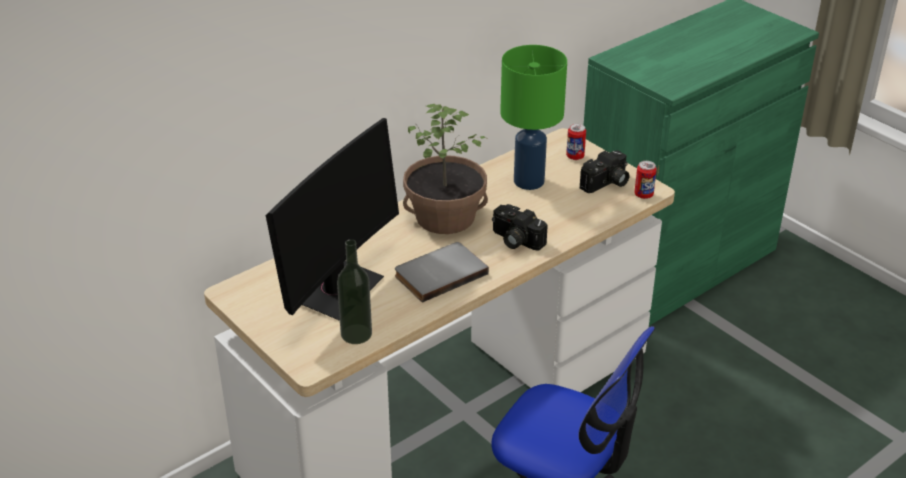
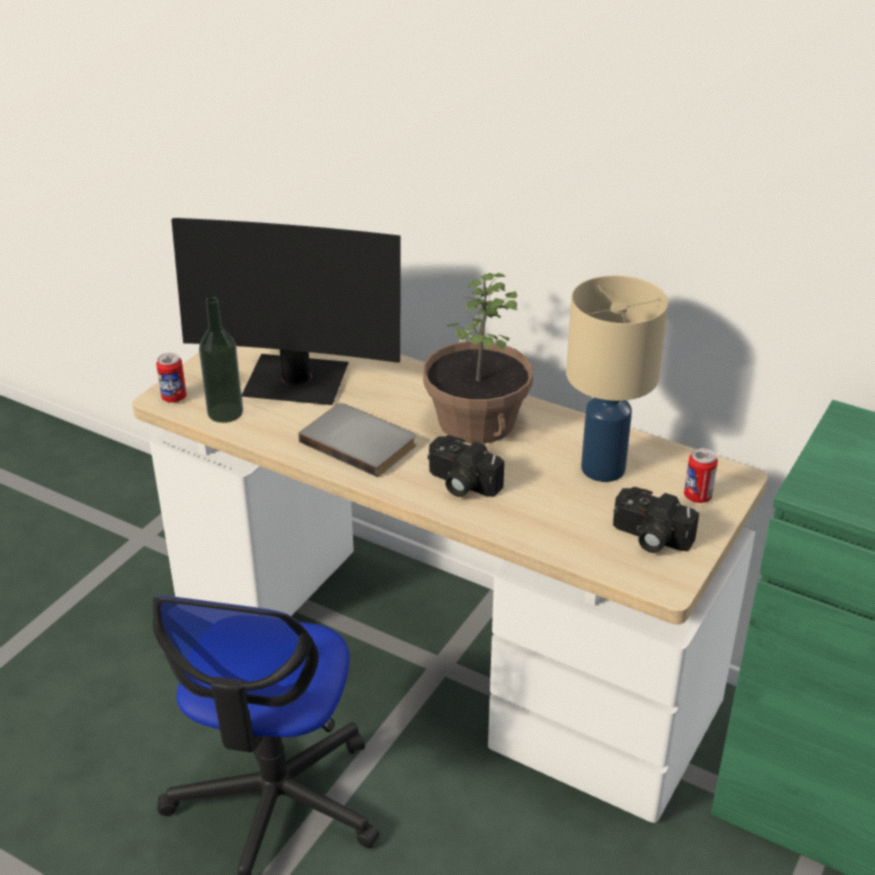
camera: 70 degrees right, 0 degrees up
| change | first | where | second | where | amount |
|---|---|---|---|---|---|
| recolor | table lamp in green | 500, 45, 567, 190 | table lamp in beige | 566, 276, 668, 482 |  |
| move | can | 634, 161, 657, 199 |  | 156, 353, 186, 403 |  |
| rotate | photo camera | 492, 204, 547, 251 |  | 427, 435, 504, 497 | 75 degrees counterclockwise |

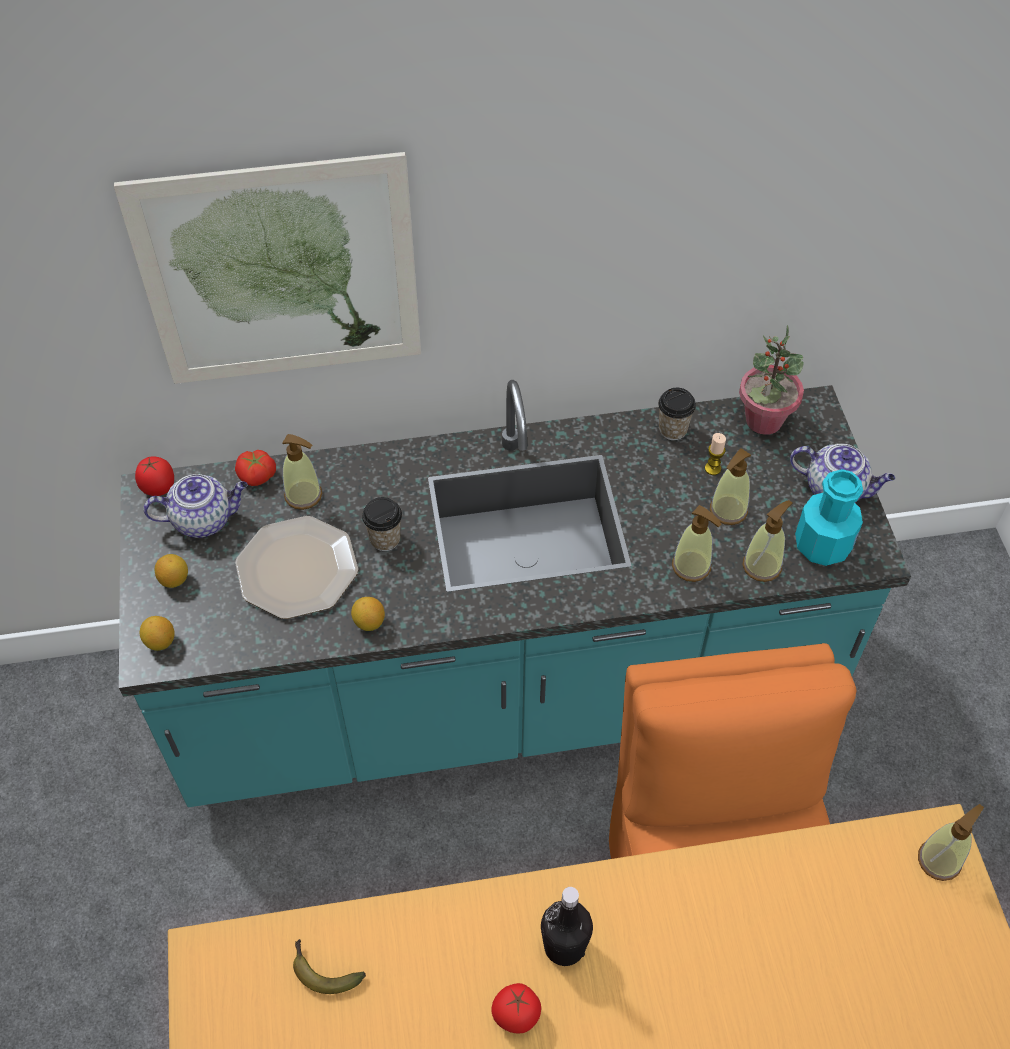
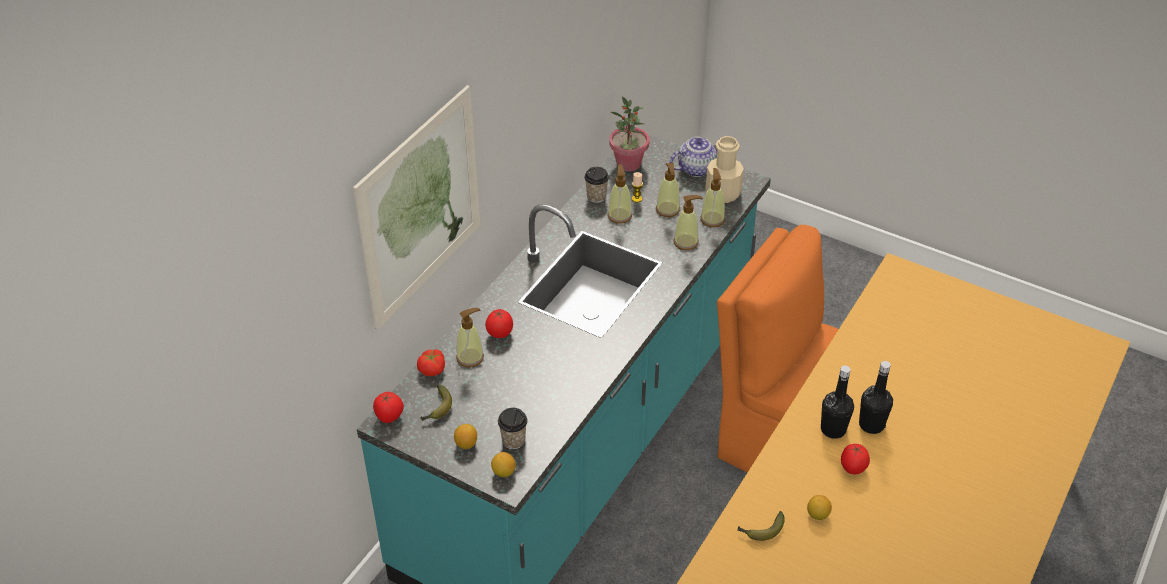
camera: 50 degrees left, 10 degrees down
| change | first | where | second | where | amount |
|---|---|---|---|---|---|
| recolor | bottle in turquoise | 795, 469, 863, 566 | bottle in beige | 705, 136, 744, 203 |  |
| replace | teapot | 143, 474, 248, 538 | banana | 421, 384, 452, 421 |  |
| move | cup | 362, 497, 402, 551 |  | 498, 408, 528, 449 |  |
| delete | plate | 235, 516, 358, 619 |  |  |  |
| move | lemon | 351, 597, 385, 631 |  | 807, 495, 832, 520 |  |
| move | soap dispenser | 918, 804, 984, 881 |  | 607, 164, 632, 224 |  |
| insert |  |  | tomato | 485, 309, 513, 338 |  |
| insert |  |  | bottle in black | 859, 361, 893, 434 |  |

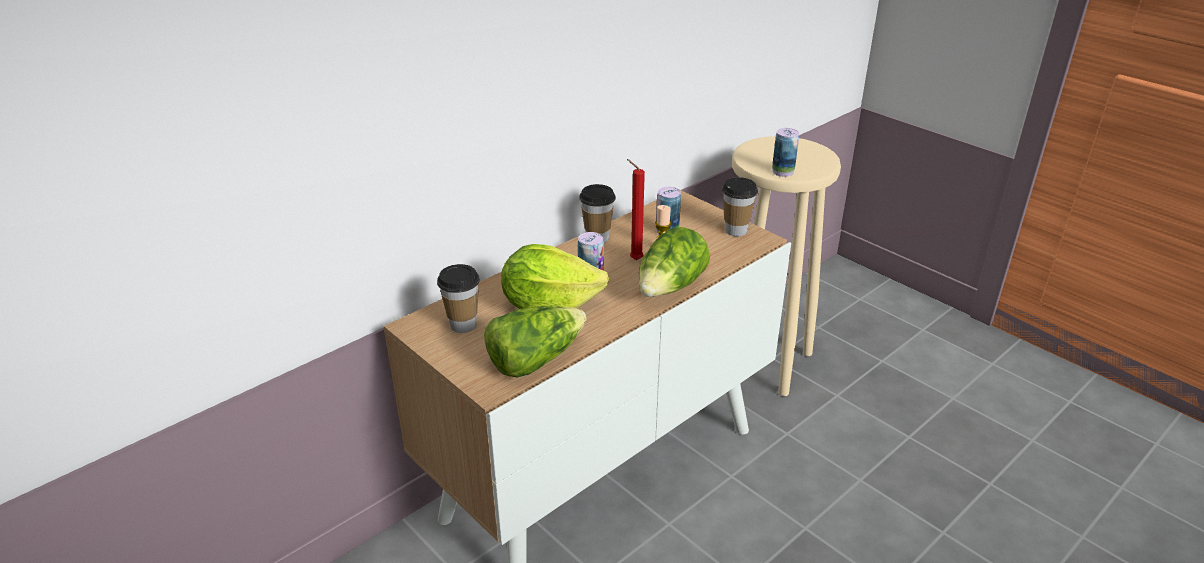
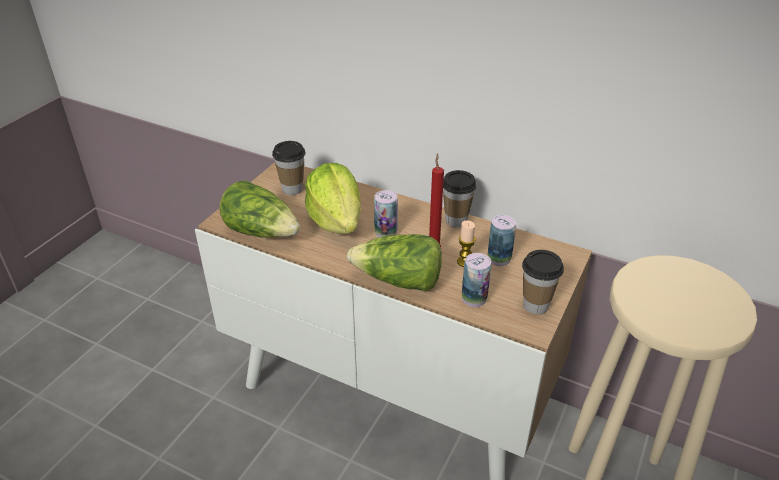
camera: 70 degrees right, 5 degrees up
| change | first | where | second | where | amount |
|---|---|---|---|---|---|
| move | can | 772, 128, 799, 177 |  | 462, 253, 491, 307 |  |

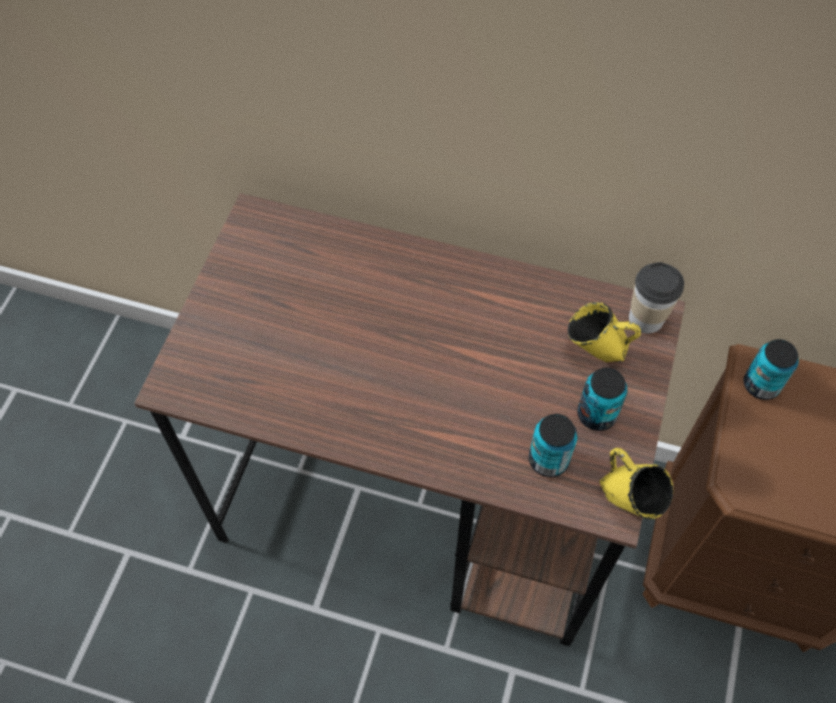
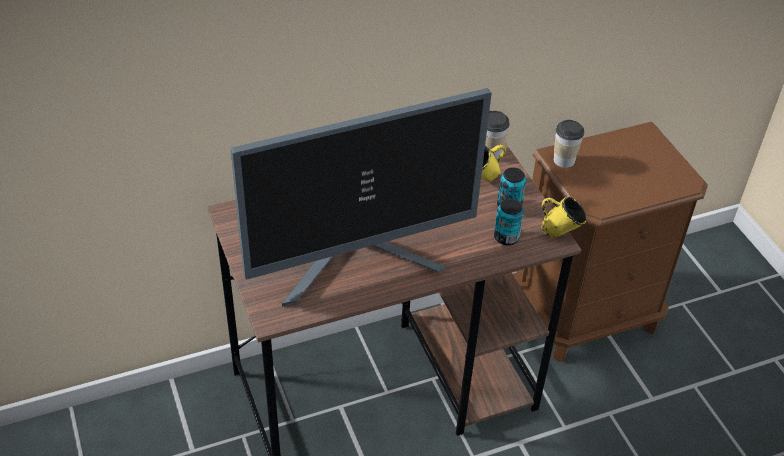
camera: 40 degrees left, 15 degrees down
| change | first | where | second | where | amount |
|---|---|---|---|---|---|
| replace | can | 743, 339, 799, 400 | cup | 554, 120, 584, 168 |  |
| insert |  |  | monitor | 230, 88, 492, 307 |  |

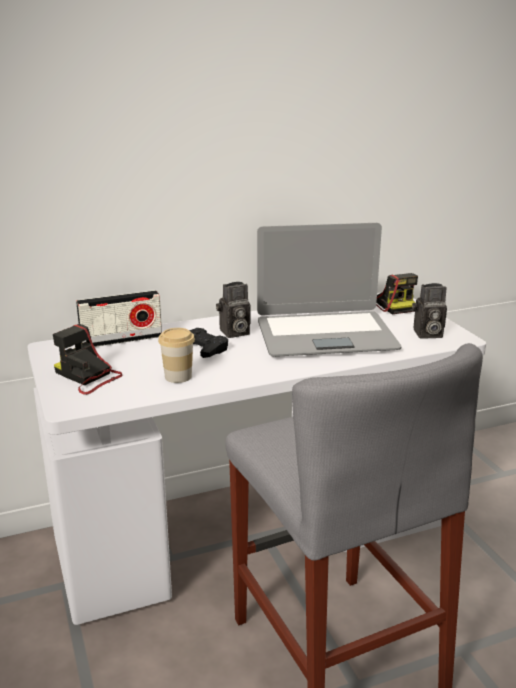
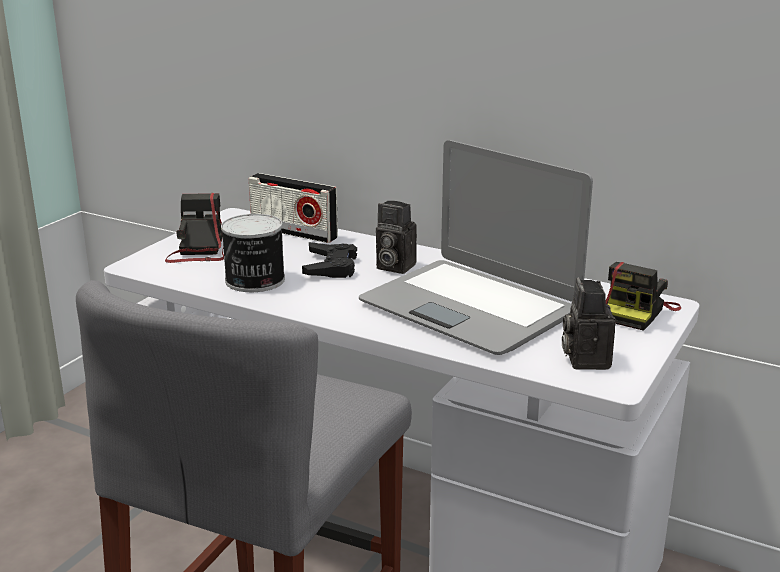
camera: 50 degrees right, 0 degrees up
| change | first | where | second | where | amount |
|---|---|---|---|---|---|
| rotate | photo camera | 412, 283, 447, 339 |  | 562, 278, 616, 370 | 45 degrees clockwise |
| replace | cup | 158, 328, 195, 383 | can | 221, 214, 285, 292 |  |

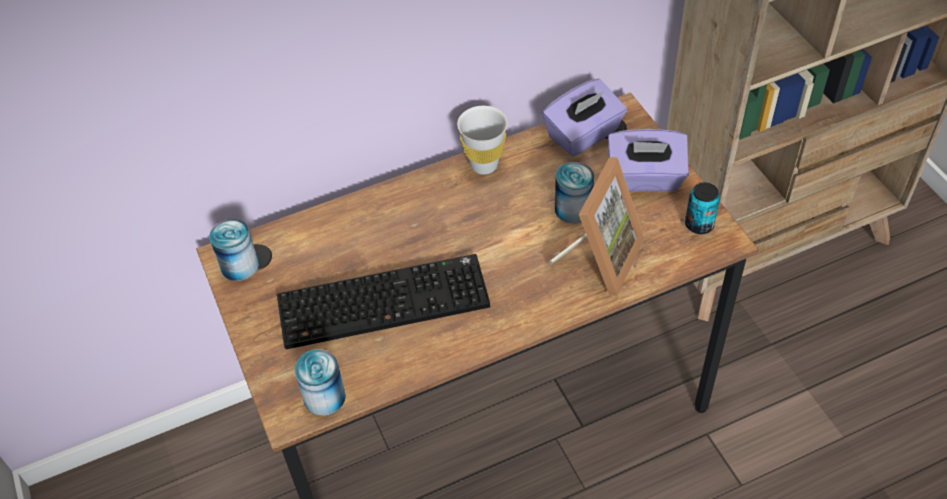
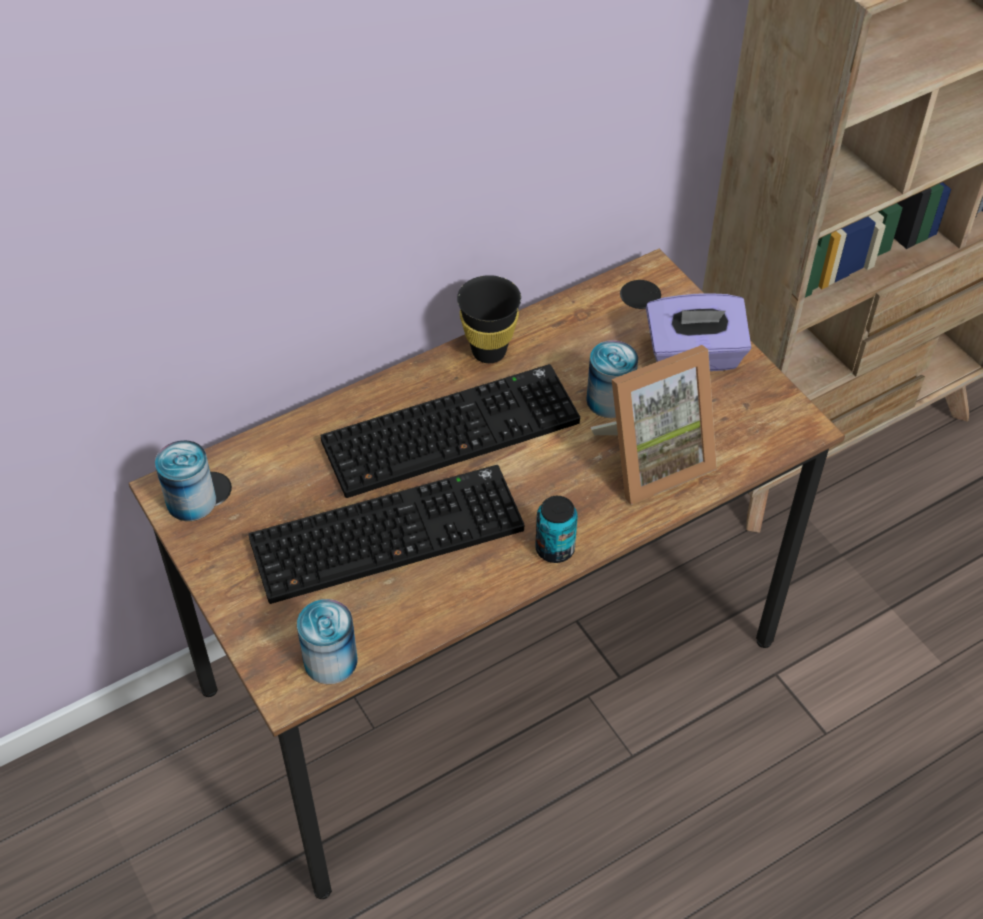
camera: 10 degrees left, 0 degrees up
| change | first | where | second | where | amount |
|---|---|---|---|---|---|
| delete | tissue box in purple | 542, 79, 627, 156 |  |  |  |
| recolor | cup in white | 457, 106, 508, 175 | cup in black | 457, 275, 521, 363 |  |
| rotate | picture frame | 547, 157, 645, 296 |  | 591, 345, 717, 505 | 45 degrees clockwise |
| move | can | 685, 182, 720, 234 |  | 535, 496, 578, 563 |  |
| insert |  |  | keyboard | 321, 364, 580, 498 |  |

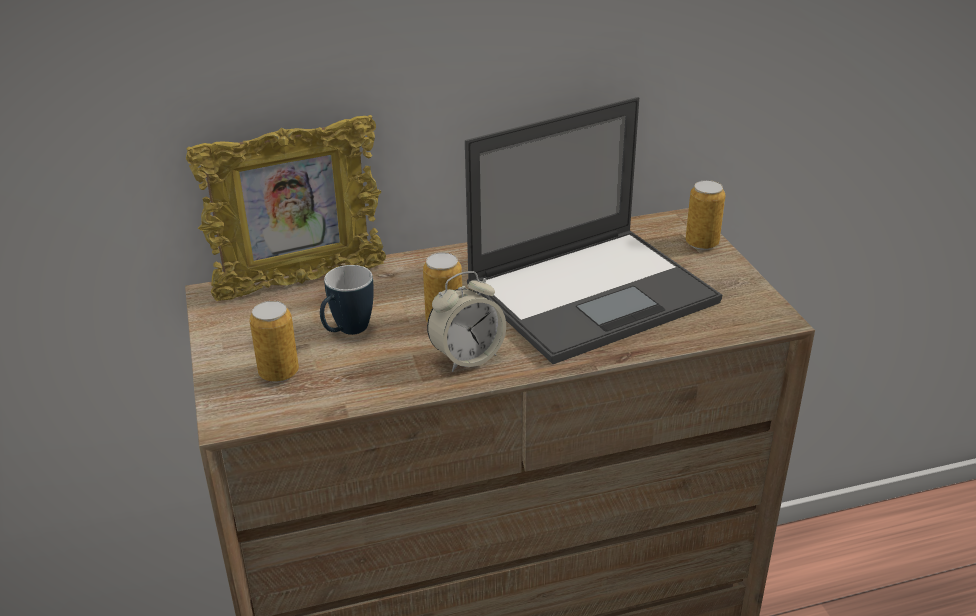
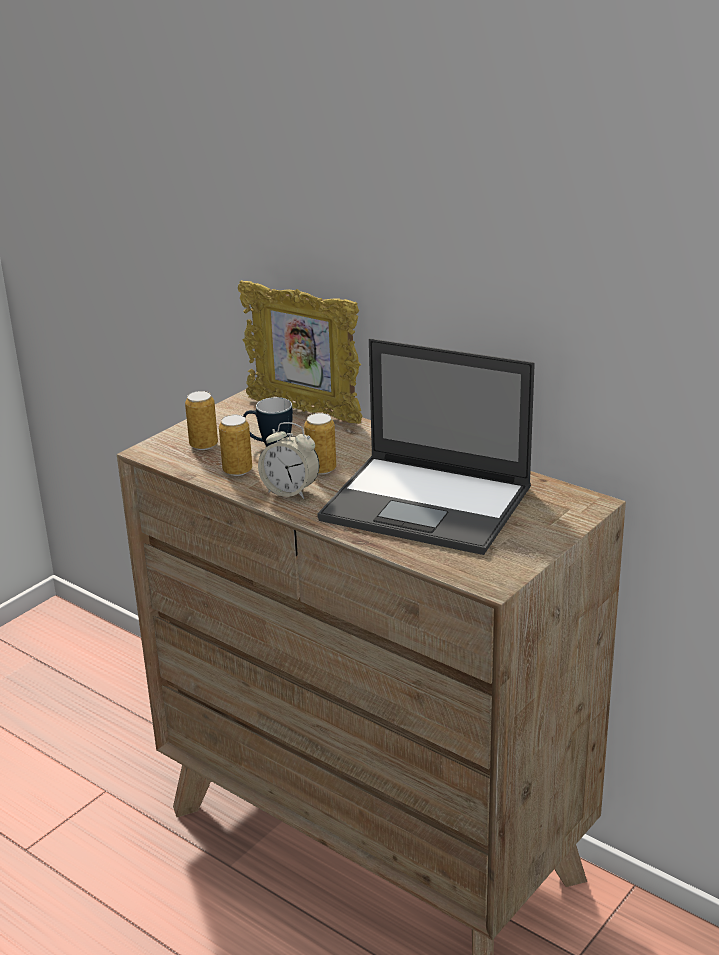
camera: 55 degrees right, 5 degrees down
| change | first | where | second | where | amount |
|---|---|---|---|---|---|
| move | can | 686, 180, 726, 250 |  | 219, 415, 252, 476 |  |

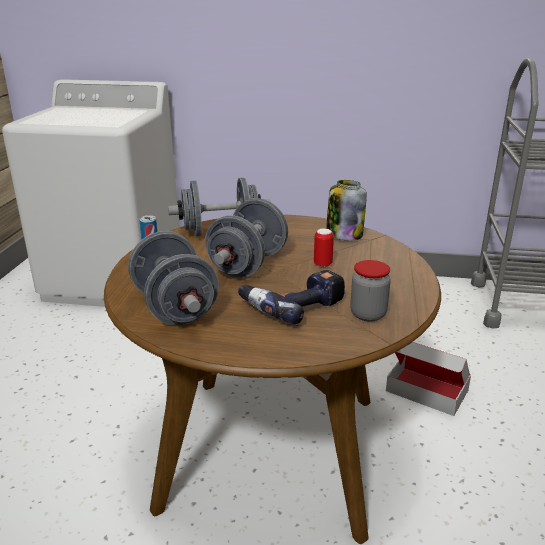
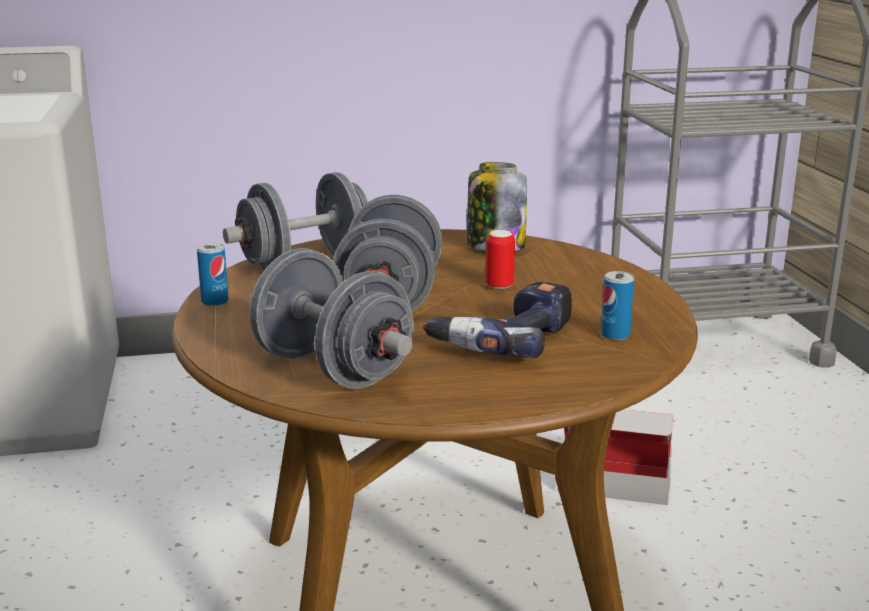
camera: 20 degrees left, 5 degrees down
| change | first | where | second | where | amount |
|---|---|---|---|---|---|
| replace | jar | 350, 260, 391, 322 | can | 601, 271, 634, 340 |  |

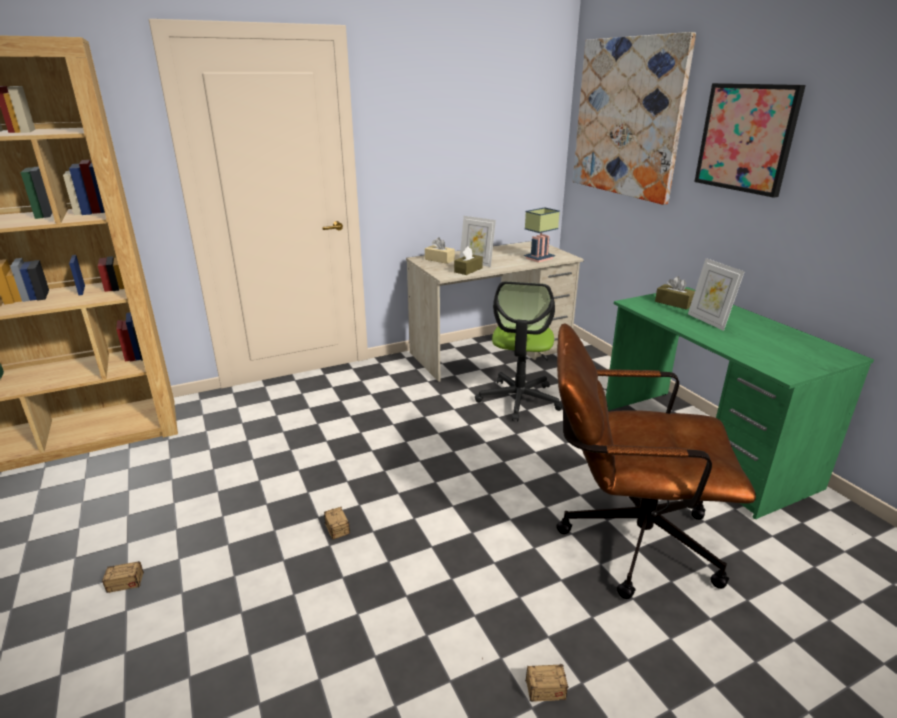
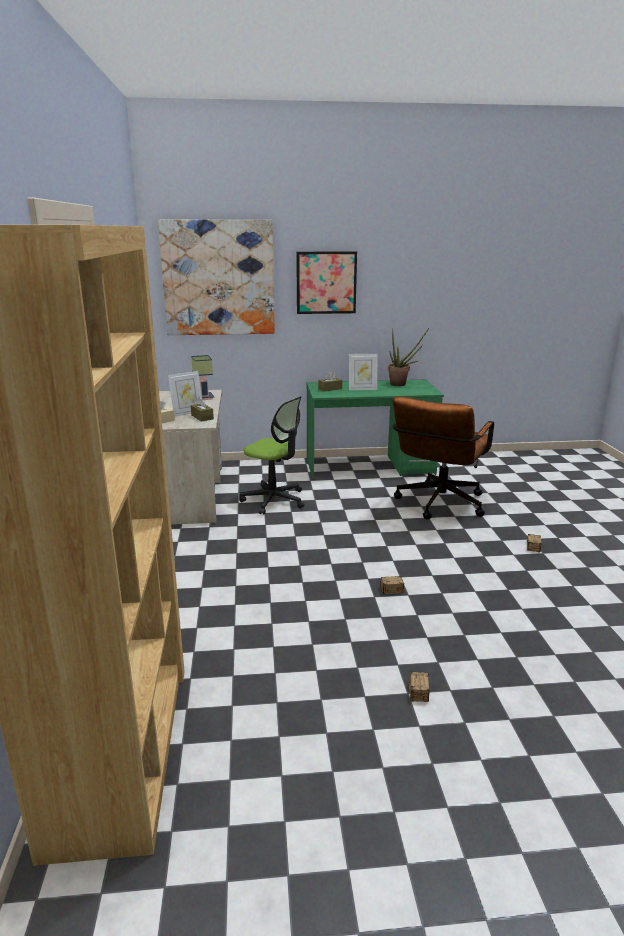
camera: 70 degrees left, 5 degrees down
| change | first | where | second | where | amount |
|---|---|---|---|---|---|
| insert |  |  | potted plant | 388, 328, 429, 386 |  |

